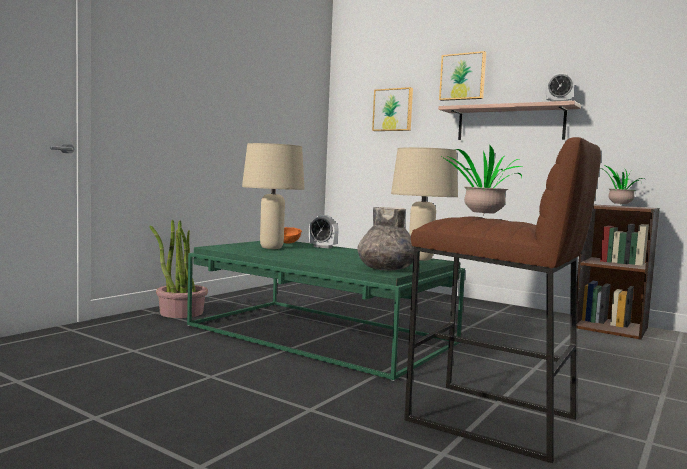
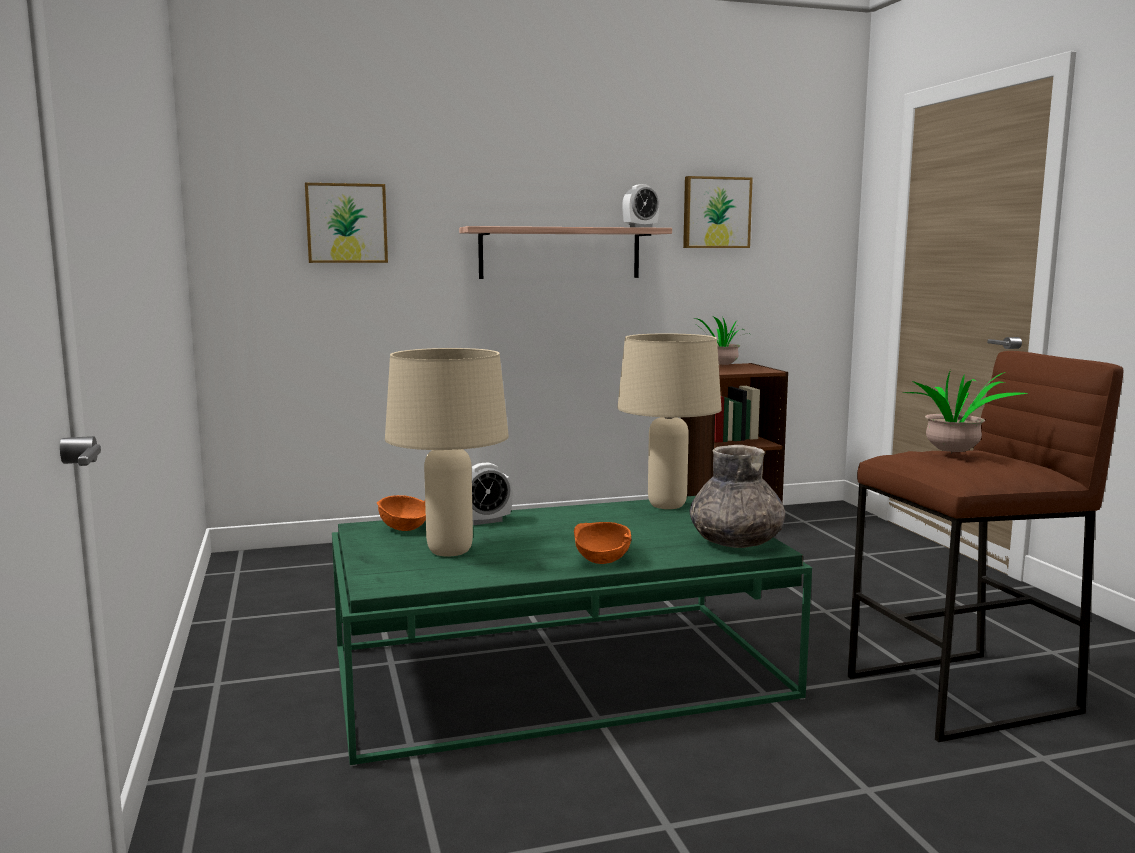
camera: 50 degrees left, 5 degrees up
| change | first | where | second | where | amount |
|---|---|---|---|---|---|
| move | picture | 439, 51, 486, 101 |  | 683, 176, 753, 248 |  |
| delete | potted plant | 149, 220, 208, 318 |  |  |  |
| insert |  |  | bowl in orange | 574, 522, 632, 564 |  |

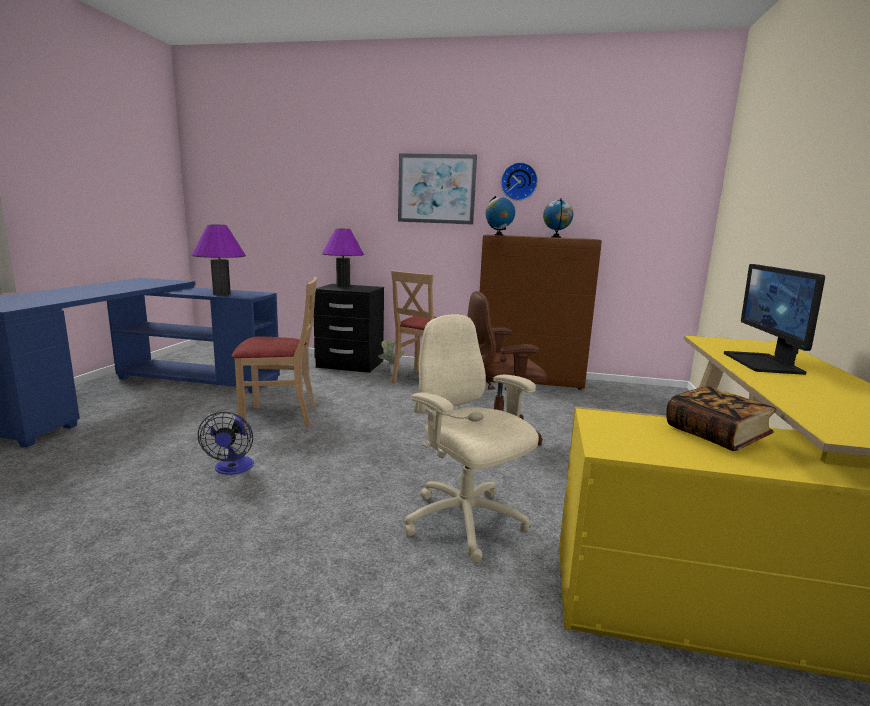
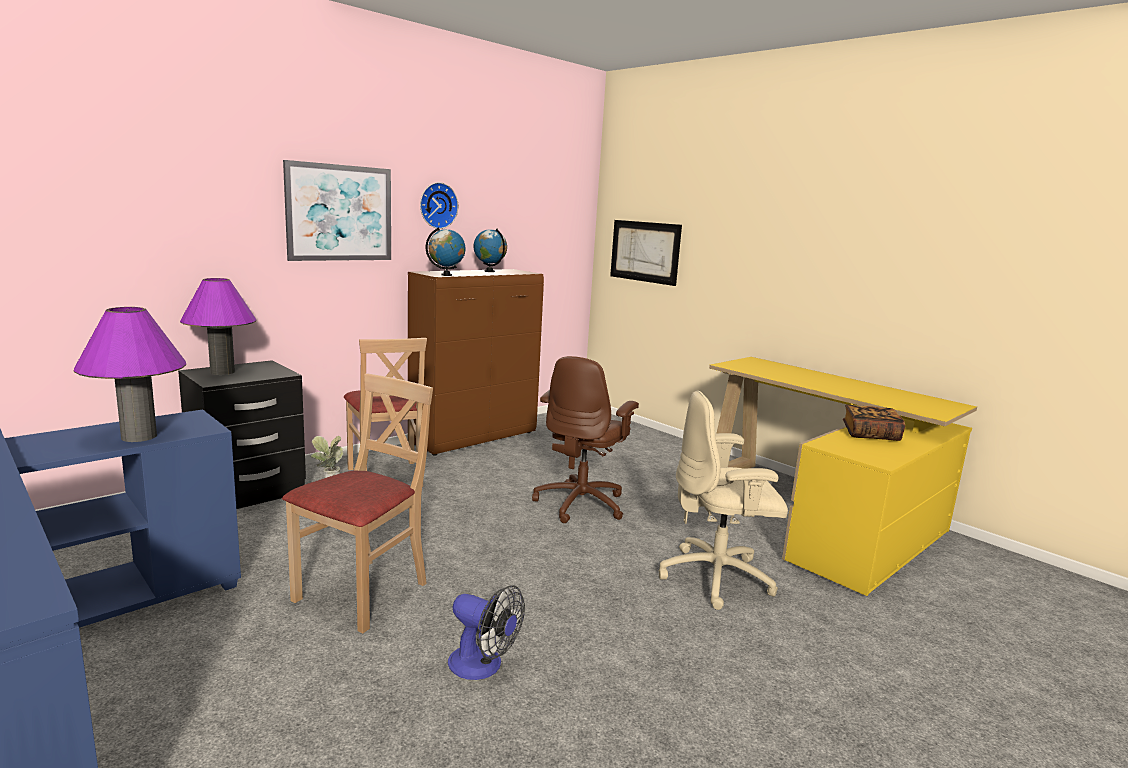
camera: 55 degrees left, 0 degrees up
| change | first | where | second | where | amount |
|---|---|---|---|---|---|
| delete | monitor | 724, 264, 825, 375 |  |  |  |
| insert |  |  | picture | 610, 220, 682, 286 |  |

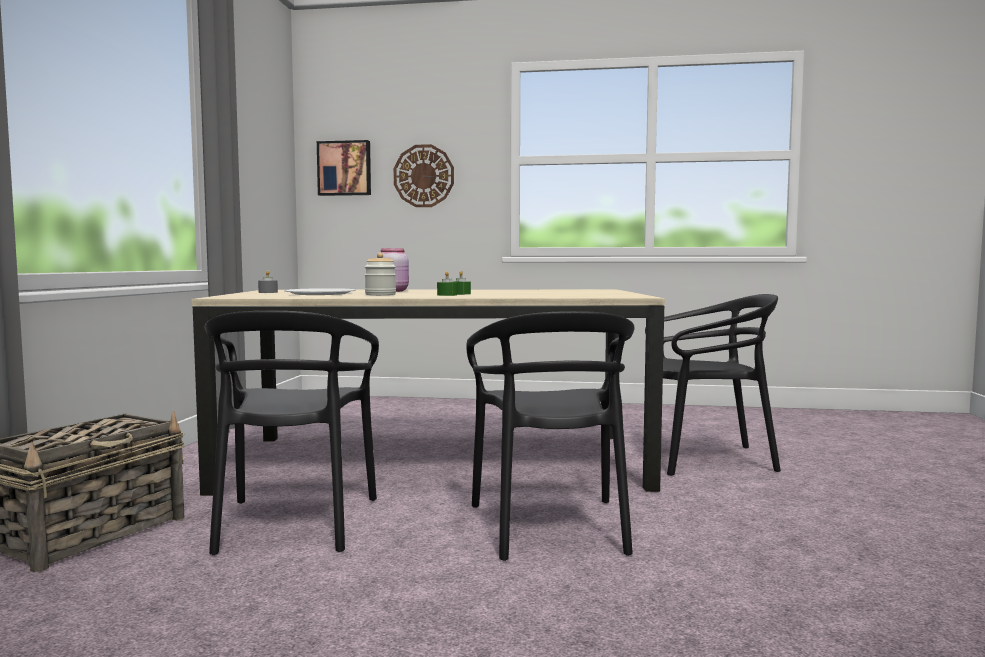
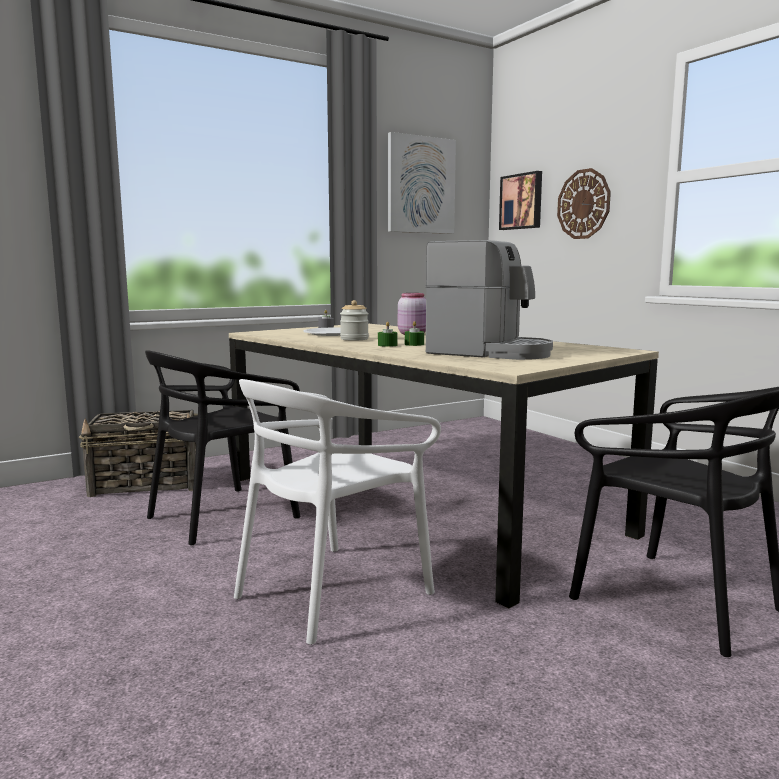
camera: 50 degrees right, 5 degrees up
| change | first | where | second | where | amount |
|---|---|---|---|---|---|
| recolor | chair in black | 466, 311, 635, 561 | chair in white | 234, 379, 441, 645 |  |
| insert |  |  | picture | 388, 132, 456, 234 |  |
| insert |  |  | coffee machine | 425, 240, 553, 360 |  |

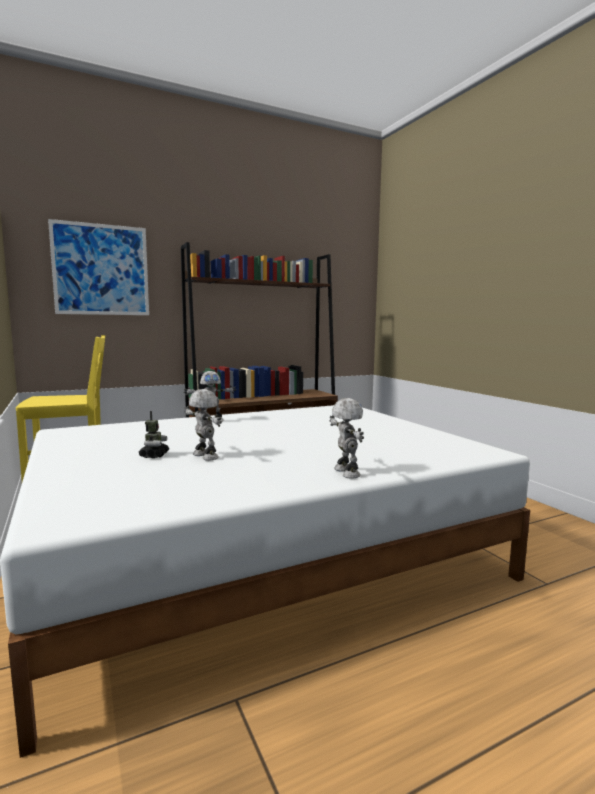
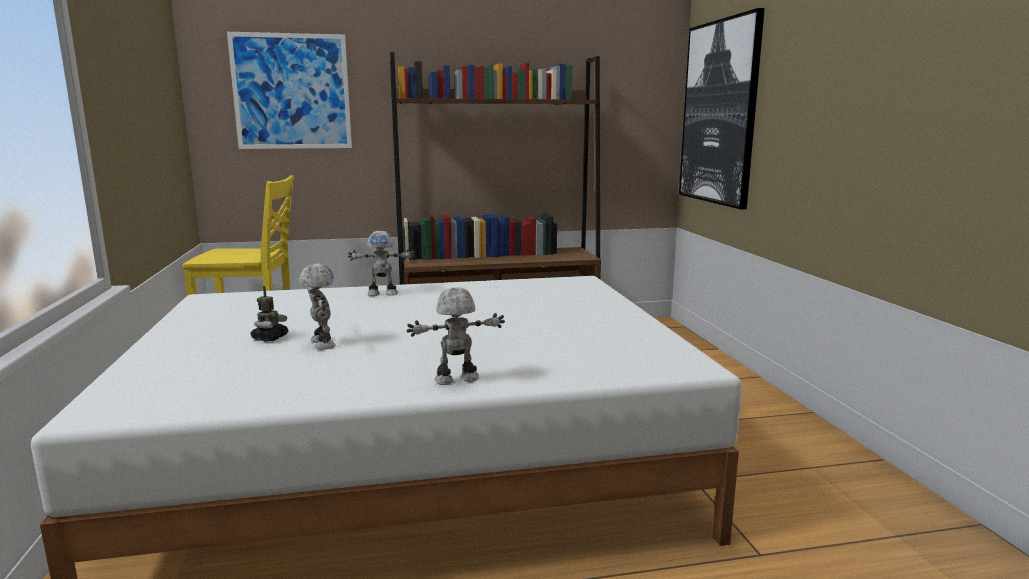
camera: 15 degrees right, 5 degrees up
| change | first | where | second | where | amount |
|---|---|---|---|---|---|
| rotate | toy robot | 329, 398, 364, 478 |  | 407, 287, 505, 385 | 105 degrees counterclockwise |
| insert |  |  | picture | 679, 8, 765, 209 |  |

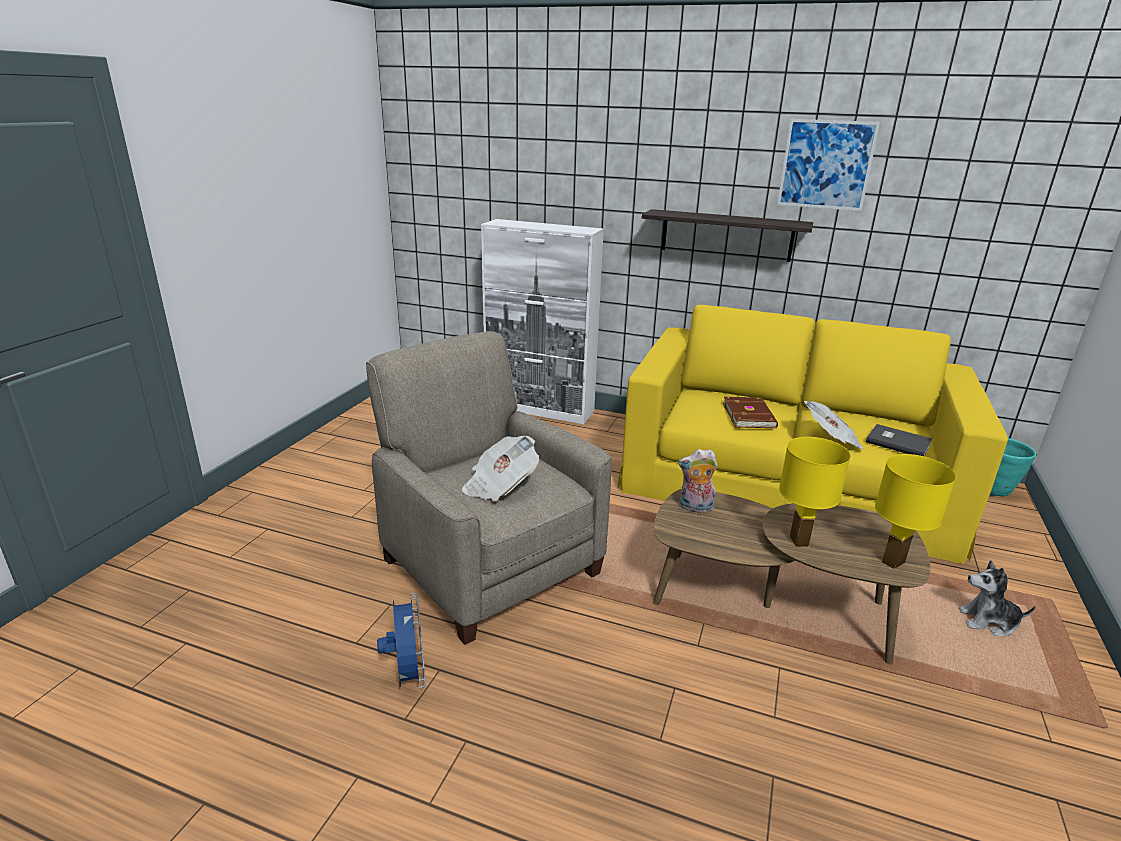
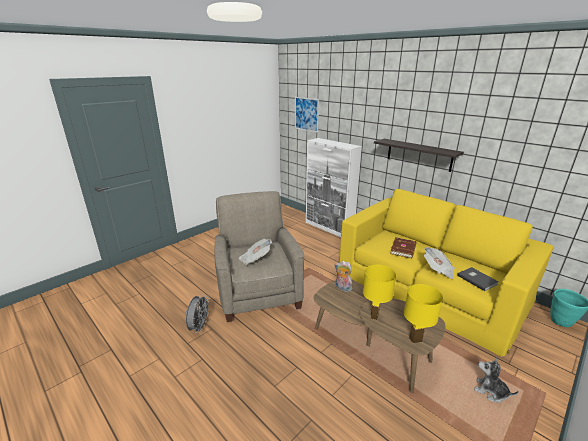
camera: 25 degrees right, 0 degrees up
| change | first | where | second | where | amount |
|---|---|---|---|---|---|
| move | picture | 777, 119, 880, 211 |  | 295, 97, 319, 132 |  |
| recolor | fan in blue | 377, 593, 426, 688 | fan in grey | 186, 295, 210, 333 |  |

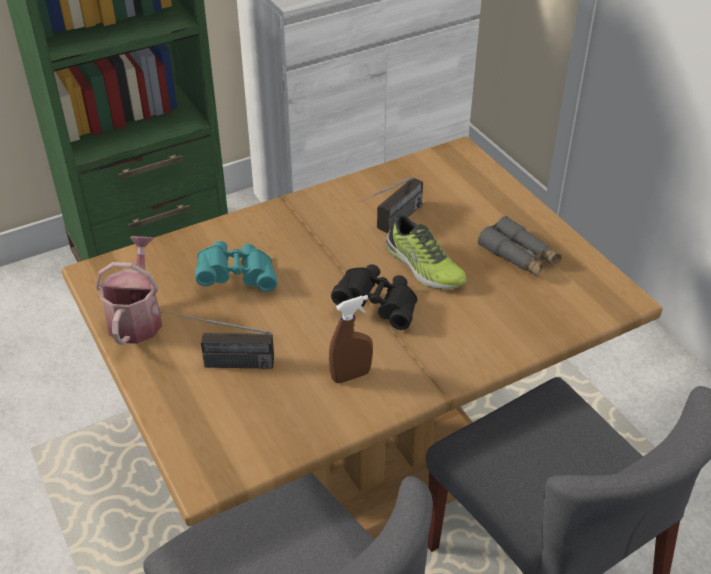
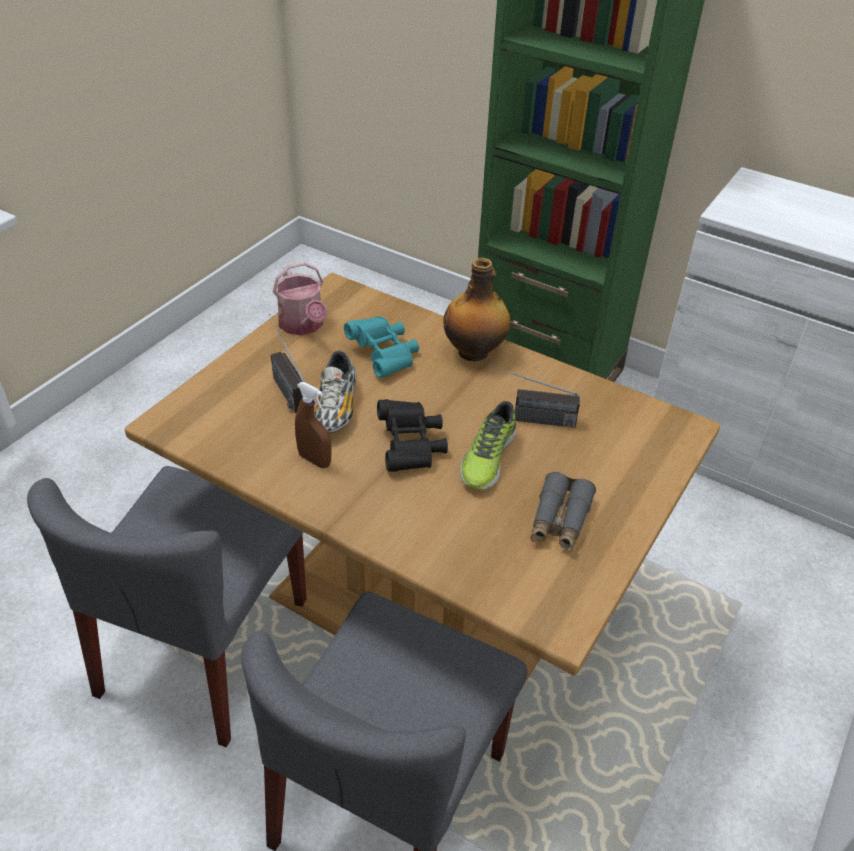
camera: 60 degrees right, 0 degrees up
| change | first | where | second | where | amount |
|---|---|---|---|---|---|
| rotate | watering can | 96, 236, 162, 345 |  | 272, 262, 327, 335 | 90 degrees clockwise |
| insert |  |  | bottle | 443, 258, 511, 361 |  |
| insert |  |  | shoe | 315, 351, 357, 434 |  |

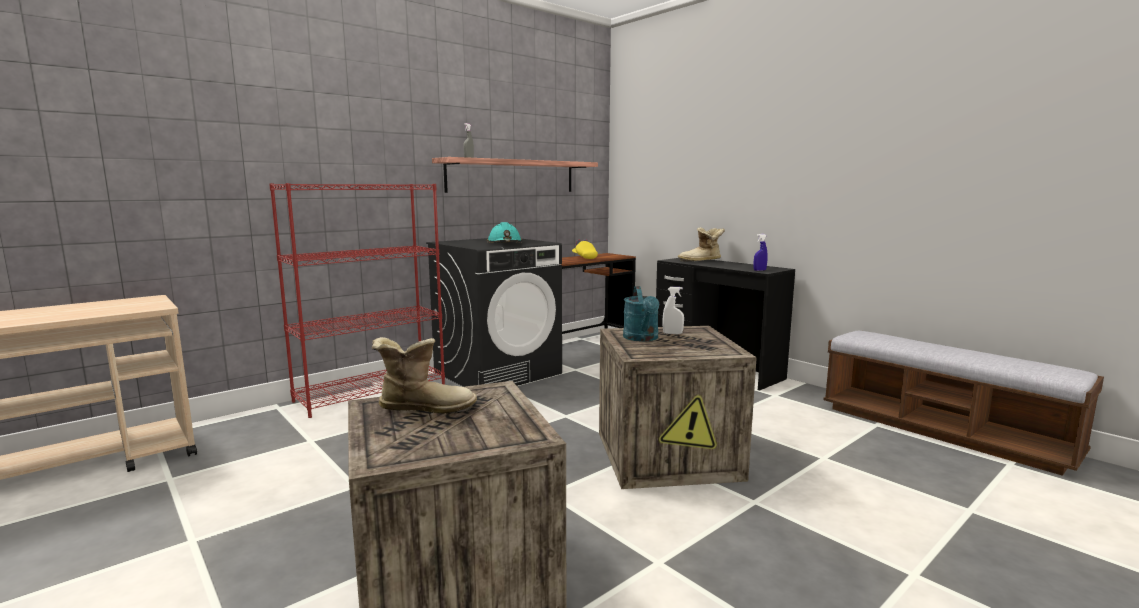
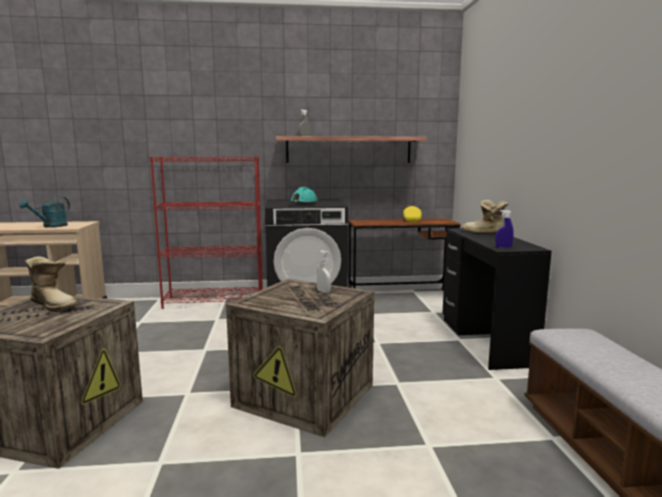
camera: 35 degrees right, 0 degrees up
| change | first | where | second | where | amount |
|---|---|---|---|---|---|
| move | watering can in turquoise | 623, 286, 659, 342 |  | 19, 197, 70, 228 |  |

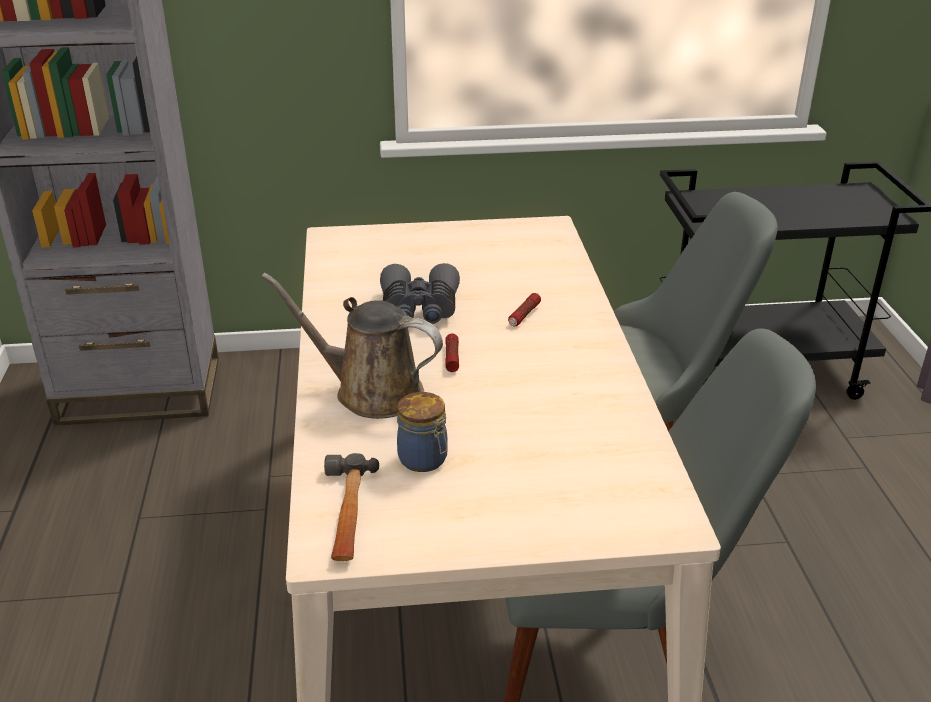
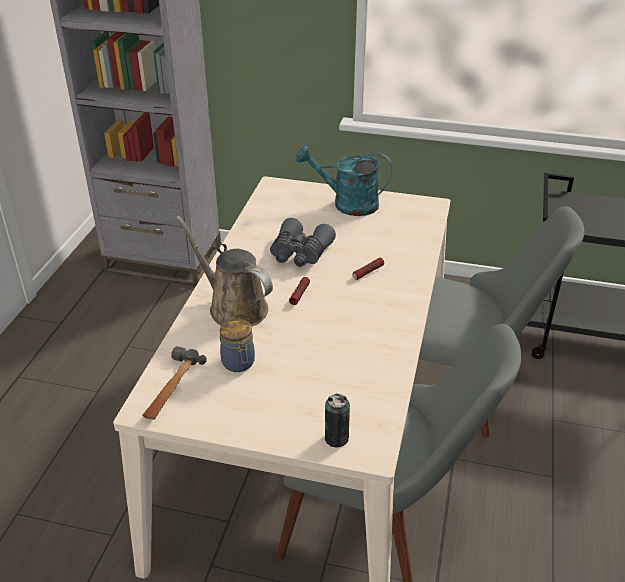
camera: 20 degrees right, 5 degrees up
| change | first | where | second | where | amount |
|---|---|---|---|---|---|
| insert |  |  | watering can in turquoise | 296, 145, 393, 216 |  |
| insert |  |  | can | 325, 393, 350, 448 |  |

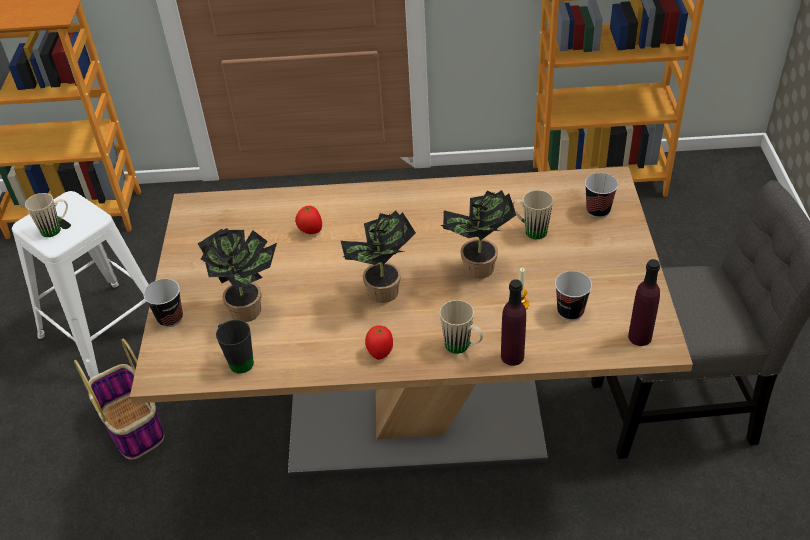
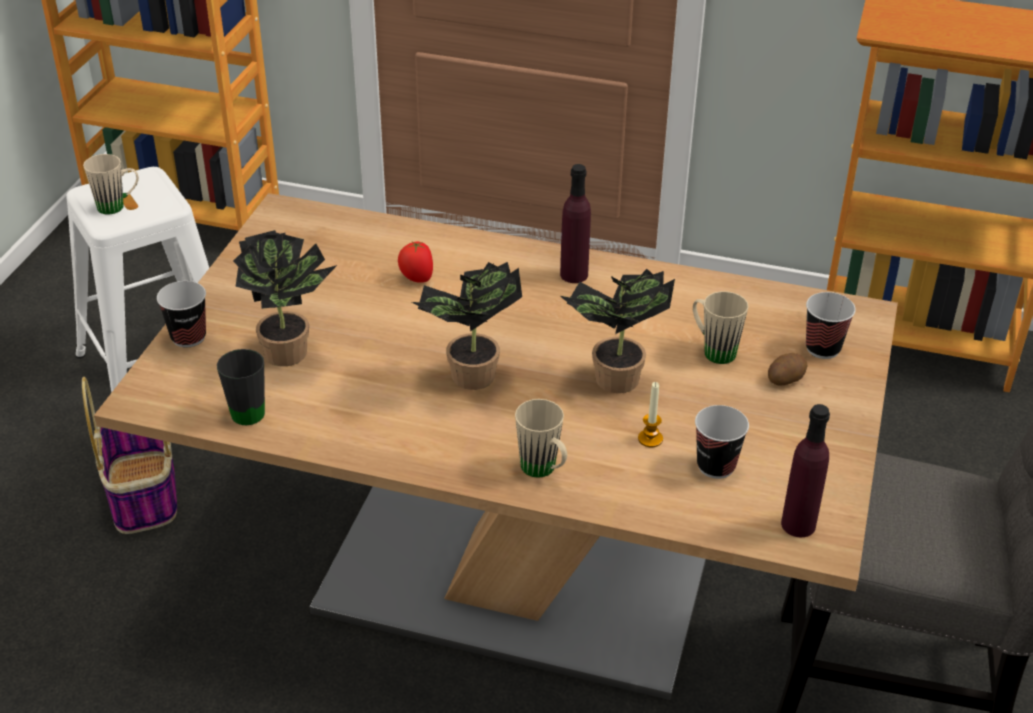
camera: 15 degrees right, 5 degrees down
| change | first | where | second | where | amount |
|---|---|---|---|---|---|
| move | bottle in purple | 501, 279, 526, 366 |  | 560, 164, 591, 283 |  |
| delete | tomato | 365, 326, 393, 360 |  |  |  |
| insert |  |  | potato | 768, 353, 807, 385 |  |

